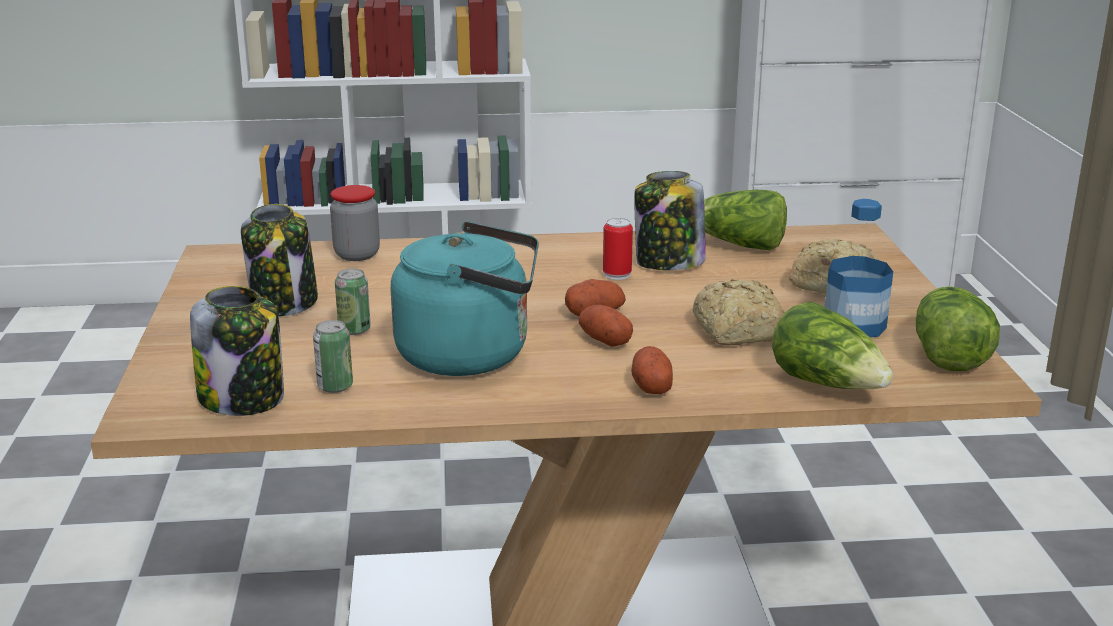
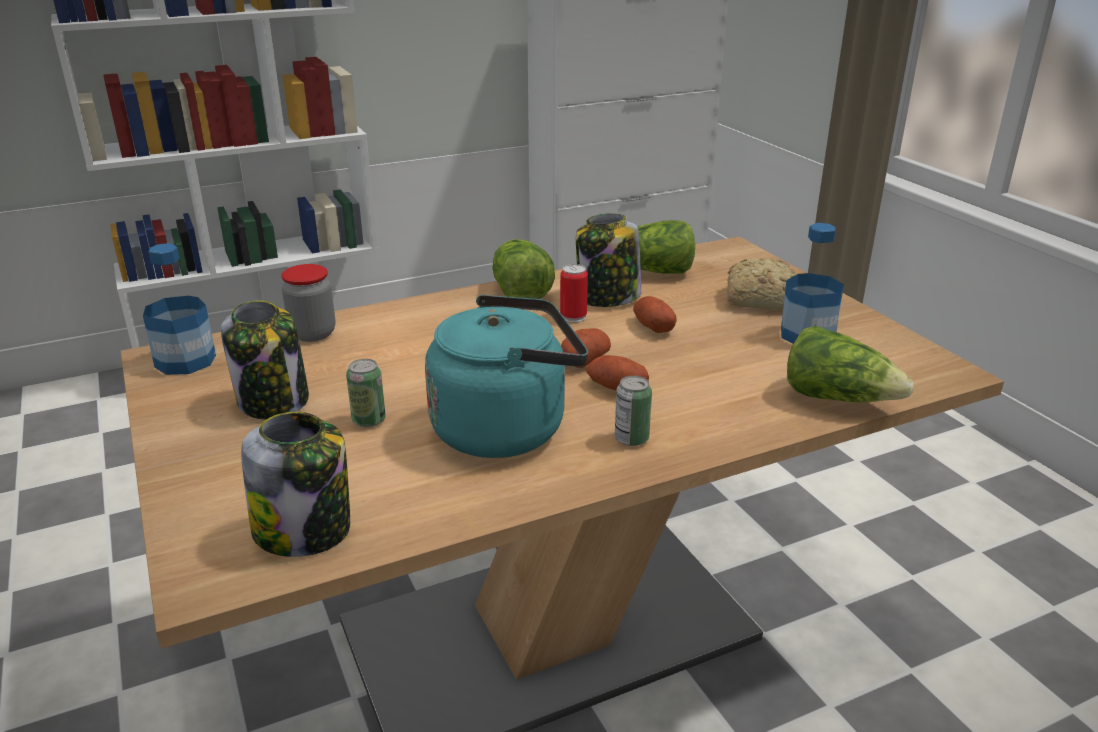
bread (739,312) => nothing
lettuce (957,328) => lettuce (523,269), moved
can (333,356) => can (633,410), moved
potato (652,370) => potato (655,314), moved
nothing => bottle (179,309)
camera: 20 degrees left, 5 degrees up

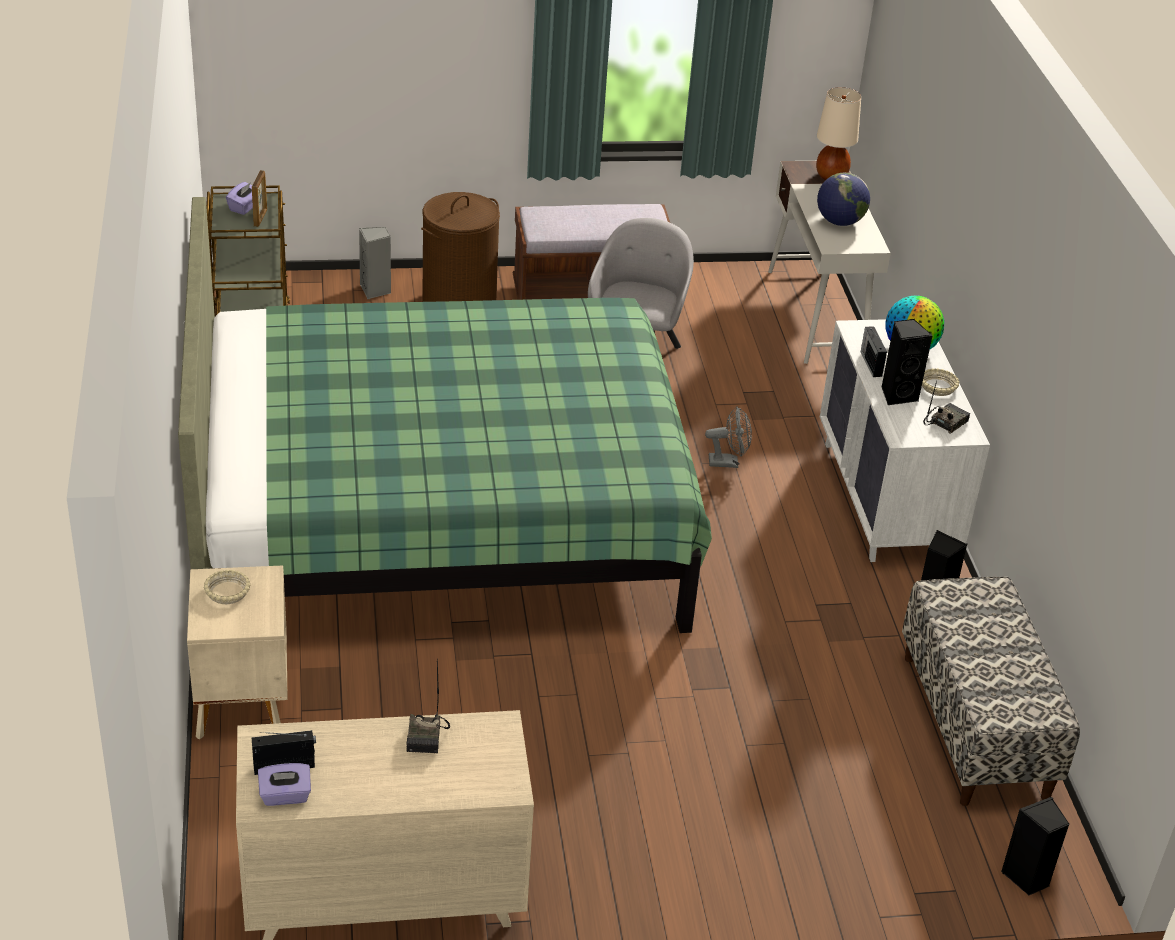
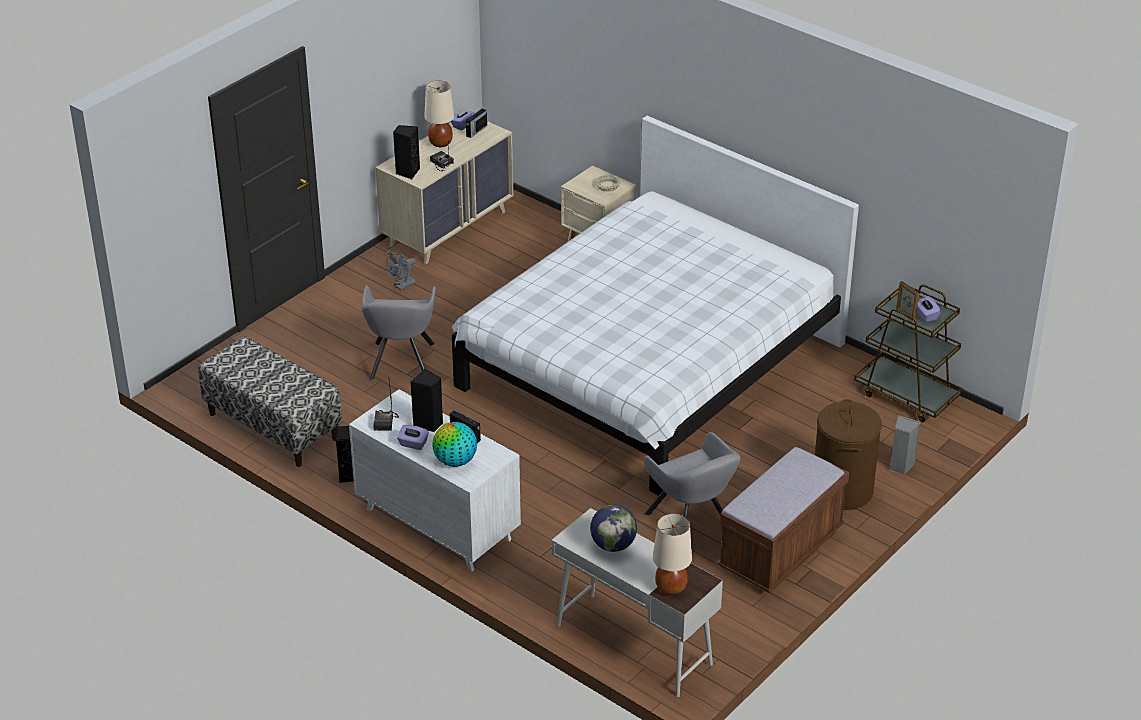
bed (green) (445,415) => bed (white) (655,306)
bowl (beige) (941,382) => tissue box (purple) (413,437)
fan (grey) (728,437) => fan (grey) (401,269), moved
speaker (black) (1035,845) => speaker (black) (406,152), moved
nothing => table lamp (beige) (439,114)
nothing => armchair (grey) (398,332)
camera: 140 degrees right, 0 degrees up

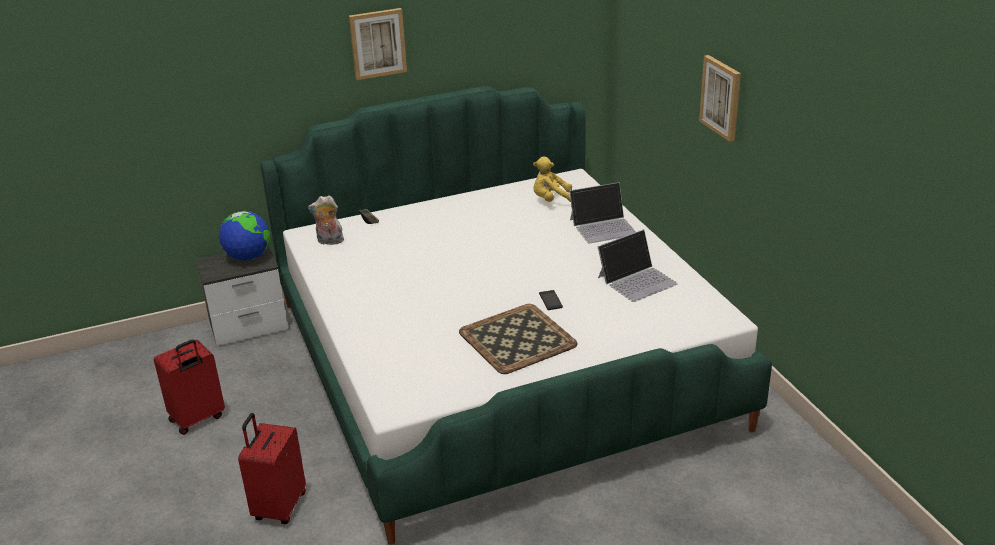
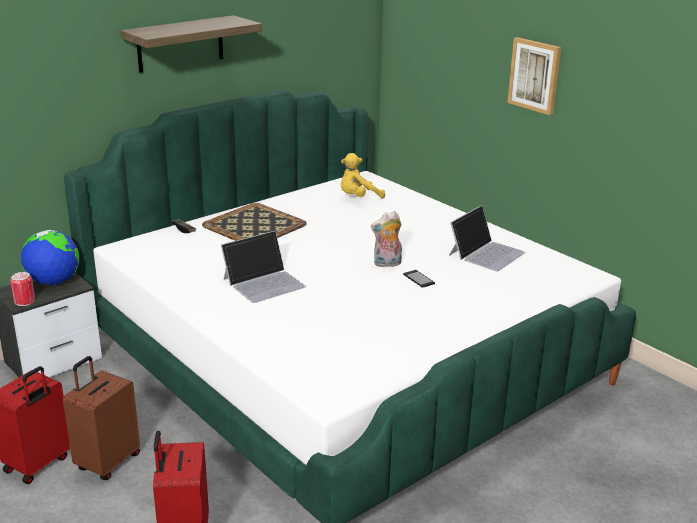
picture (378,44) => shelf (191,44)
laptop (602,212) => laptop (263,267), moved
plush toy (326,220) => plush toy (386,239), moved
tray (518,339) => tray (254,222), moved
nothing => can (22,289)
nothing => suitcase (brown) (101,418)
camera: 20 degrees left, 5 degrees down

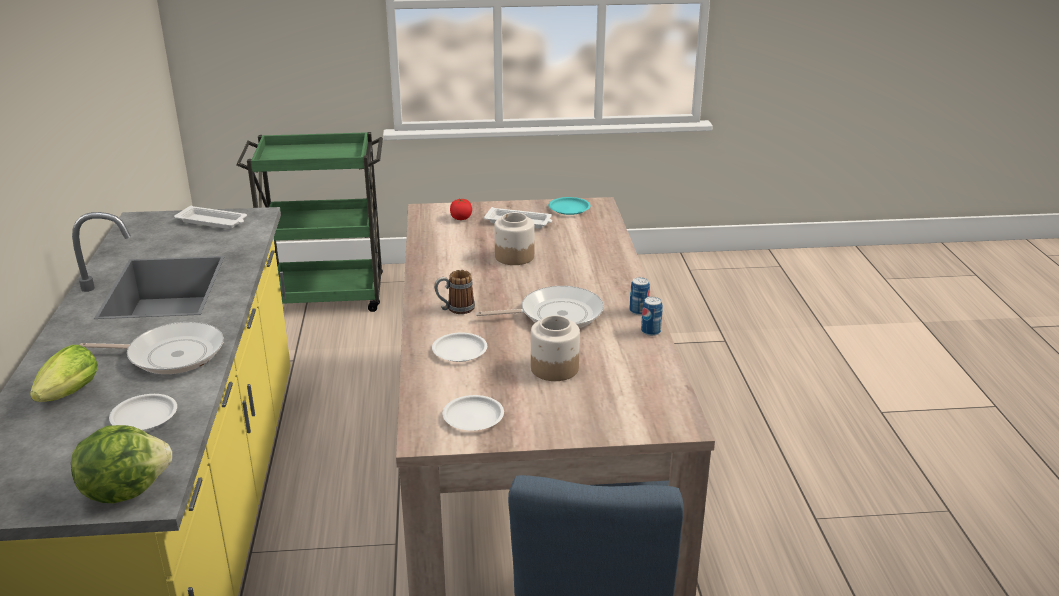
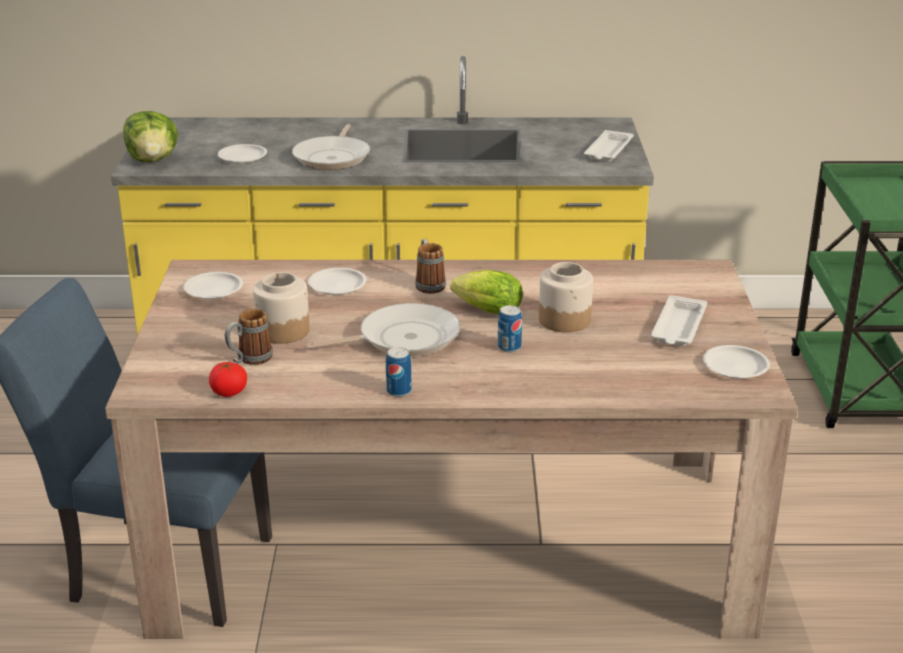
plate (turquoise) (570,206) => plate (white) (736,362)
tomato (461,209) => tomato (228,379), moved
frying pan (540,307) => frying pan (384,329), 105 degrees counterclockwise
can (652,316) => can (510,328), moved
lettuce (64,373) => lettuce (486,292), moved
nothing => mug (249,337)
camera: 95 degrees right, 0 degrees up

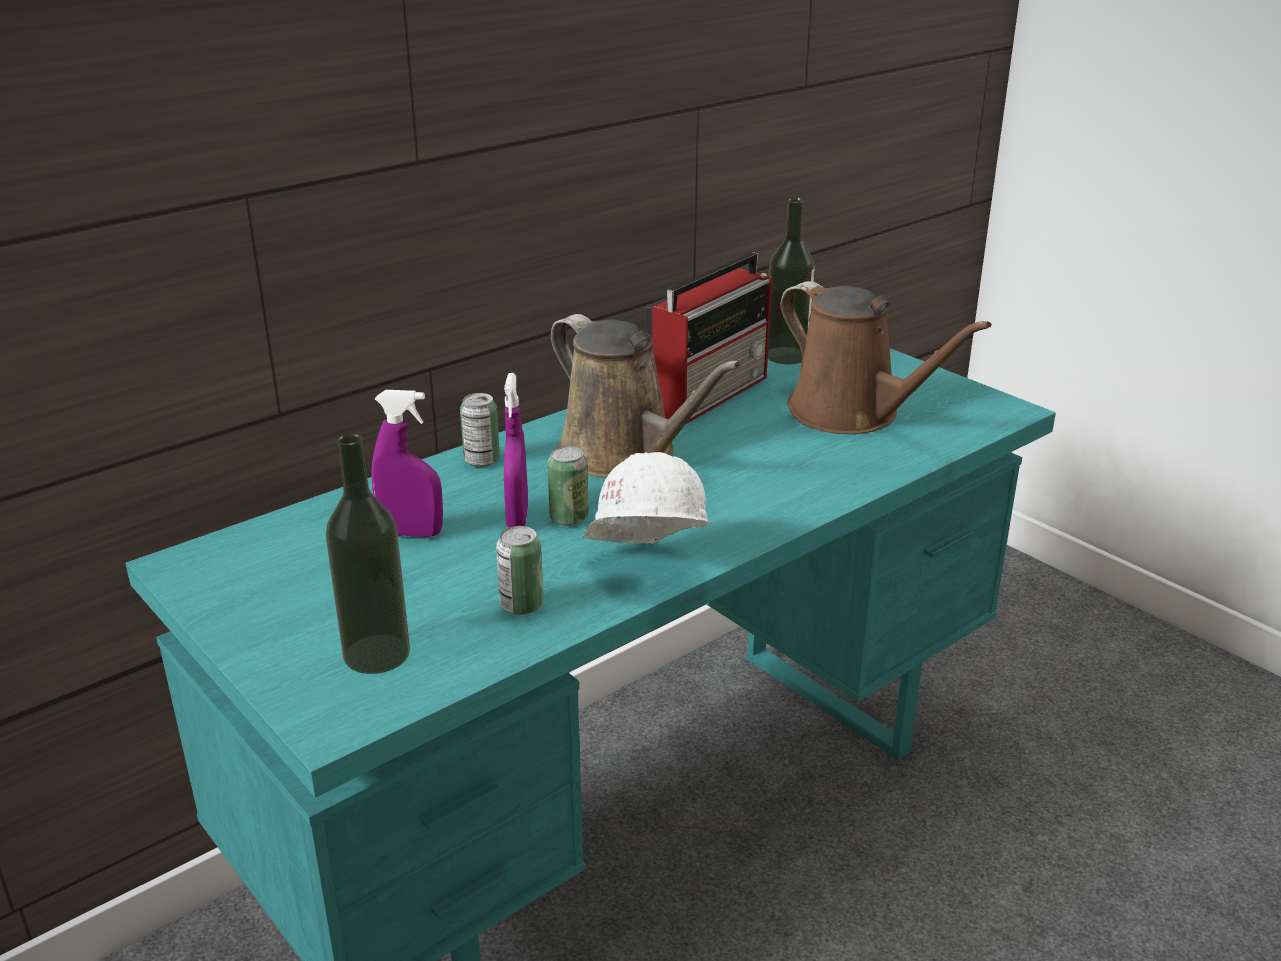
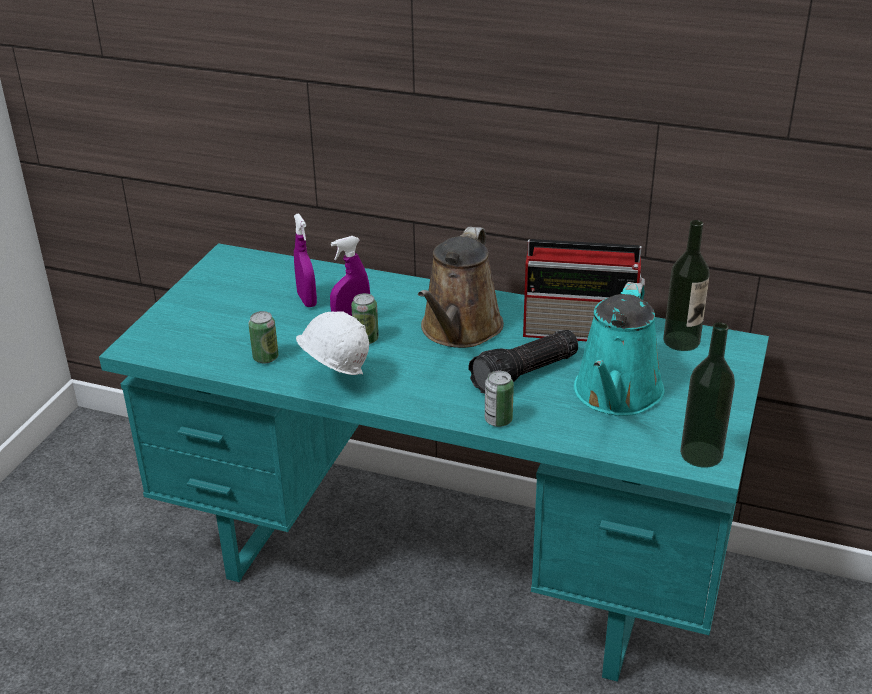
watering can (brown) (886,357) => watering can (turquoise) (619,349)
can (480,430) => can (499,399), moved
bottle (368,554) => bottle (707,395), moved
nothing => flashlight (523,362)
camera: 60 degrees right, 5 degrees up

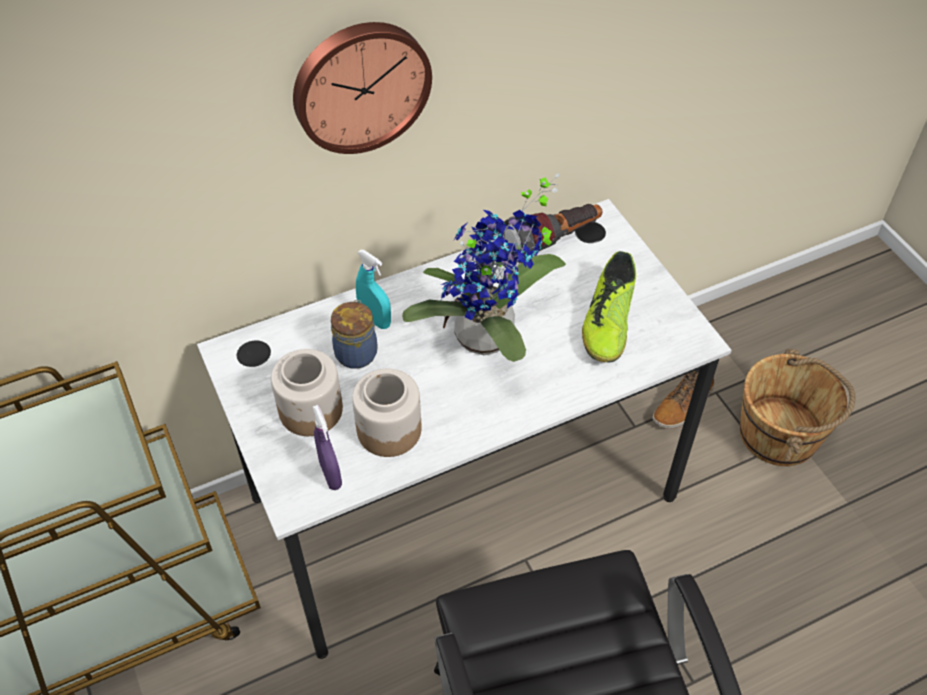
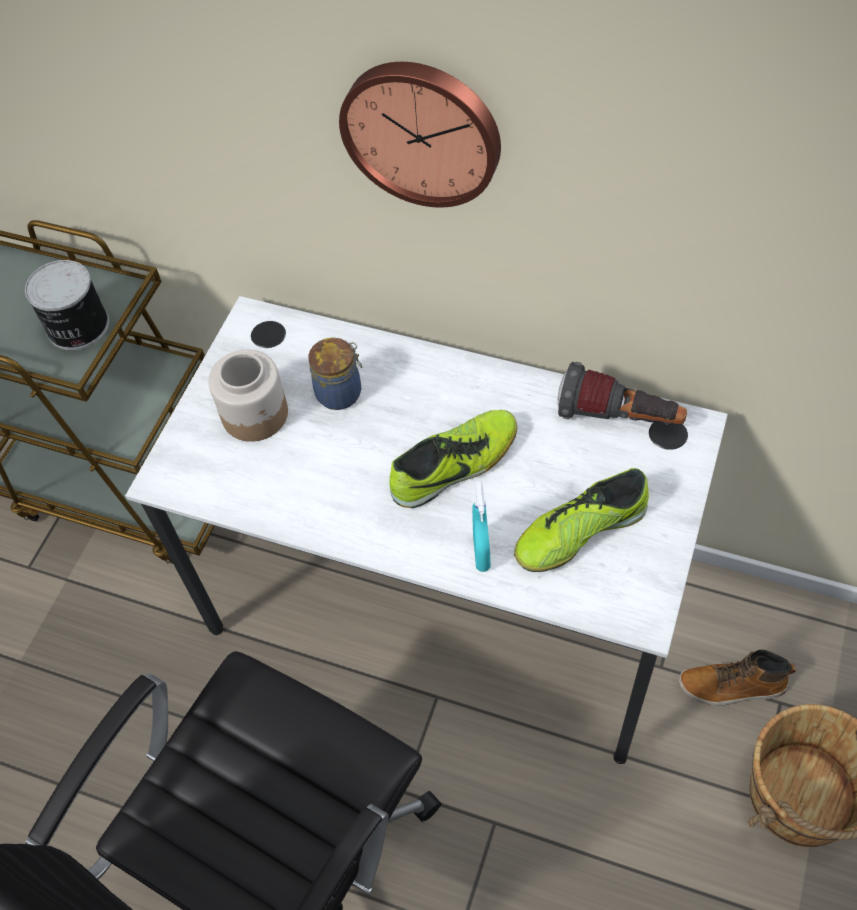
potted plant (484,267) => shoe (453,459)
spray bottle (turquoise) (373,289) => spray bottle (turquoise) (481,526), moved
jar (387,413) => nothing
spray bottle (purple) (327,447) => nothing
nothing => can (67,305)
camera: 50 degrees right, 5 degrees up

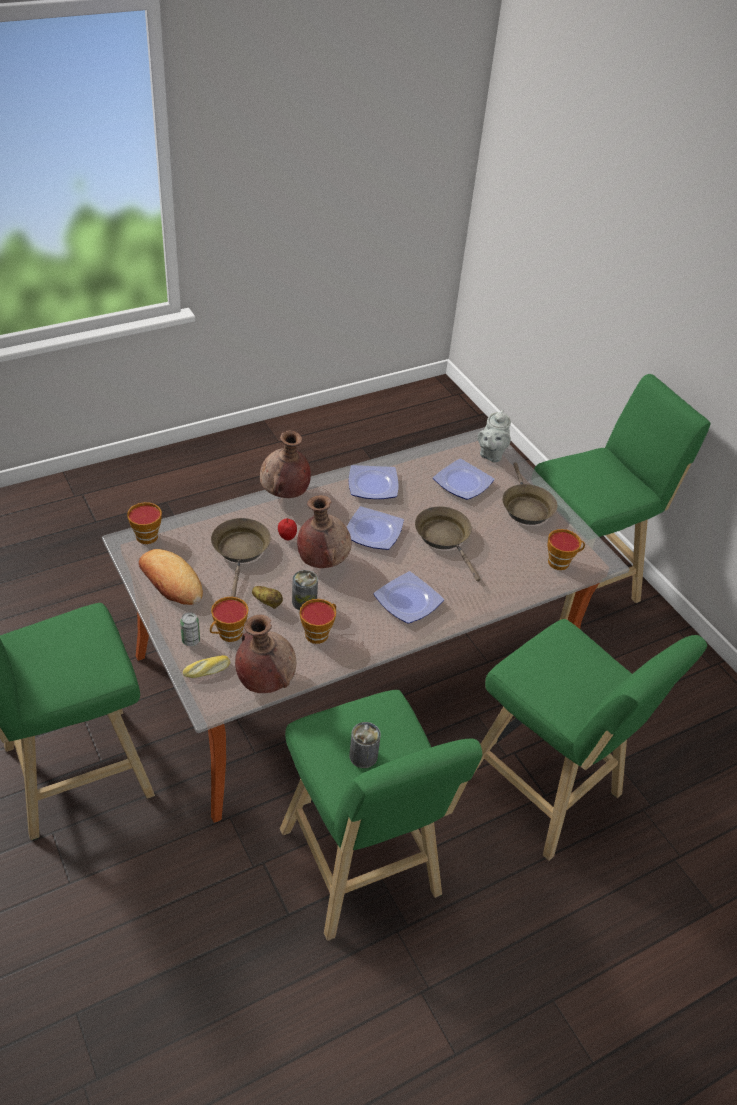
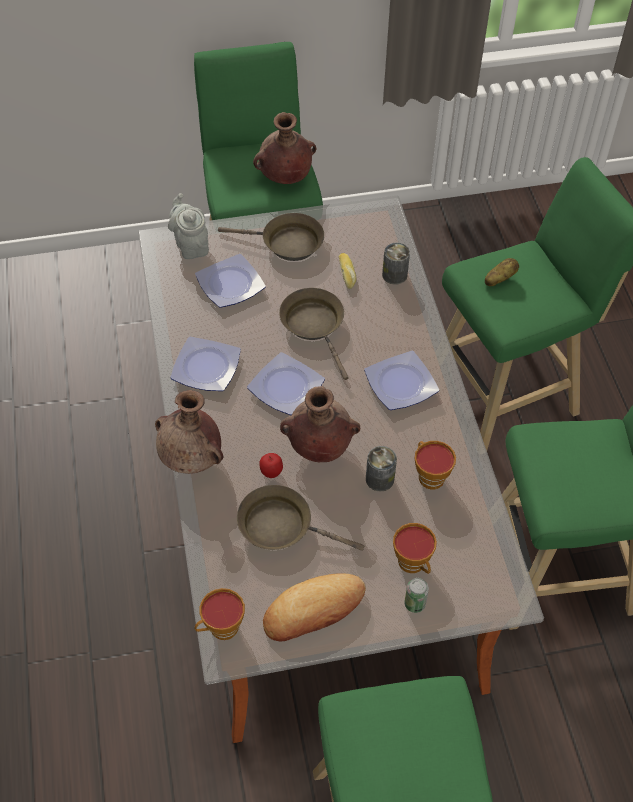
teapot (grey) (494,436) => teapot (grey) (188,226), 150 degrees counterclockwise
frying pan (brown) (448,544) => frying pan (brown) (314,334), 75 degrees clockwise
cup (566,549) => nothing
potato (267,597) => potato (502,272), moved
vase (brown) (265,654) => vase (brown) (284,148), moved
bread (207,666) => bread (347,271), moved
can (365,745) => can (396,264), moved
camera: 70 degrees left, 10 degrees up

